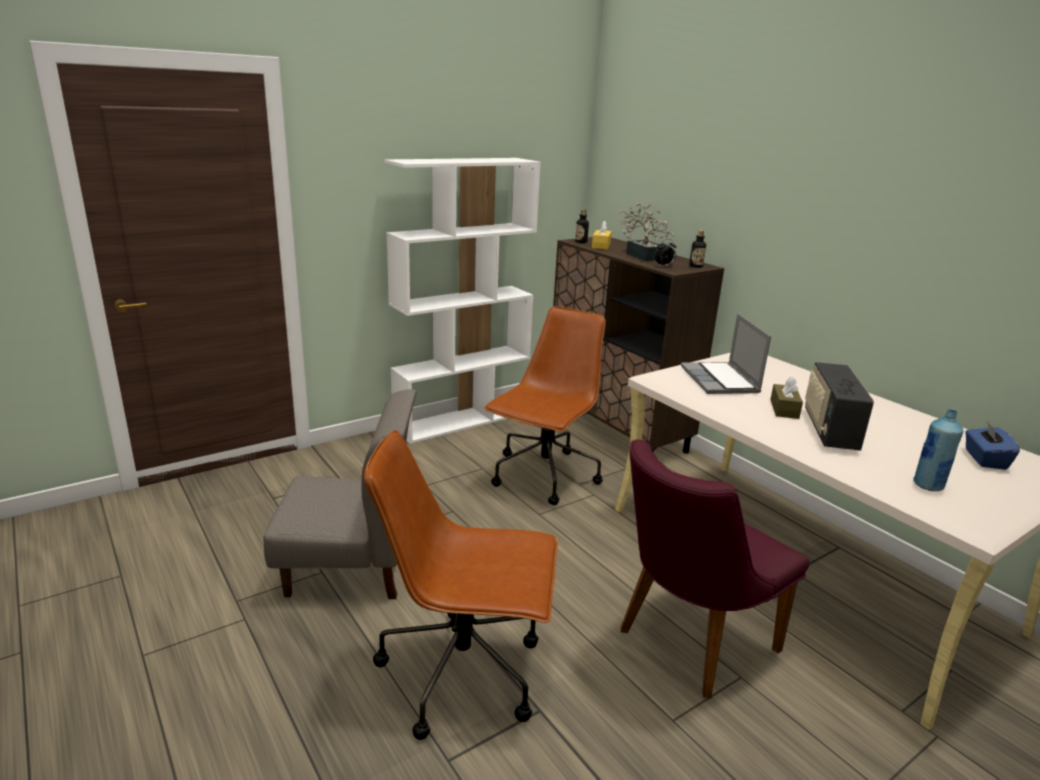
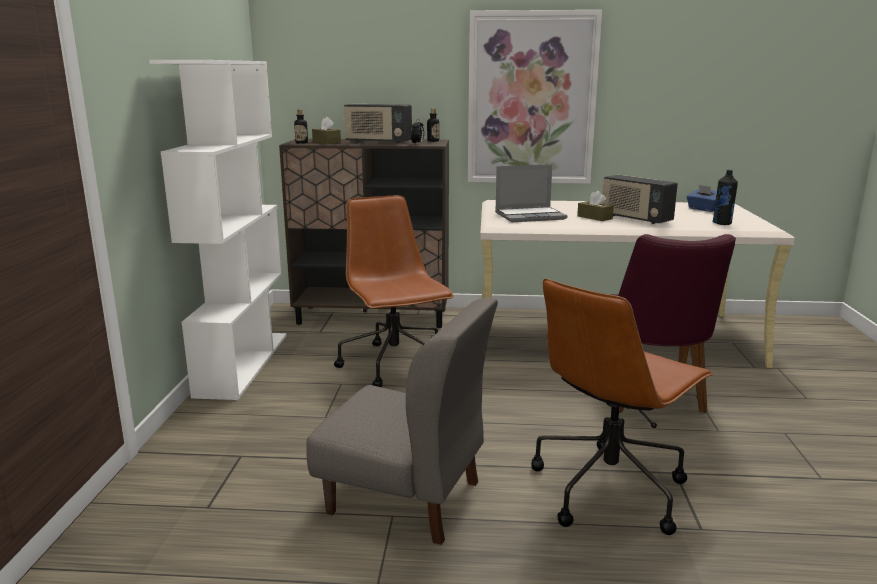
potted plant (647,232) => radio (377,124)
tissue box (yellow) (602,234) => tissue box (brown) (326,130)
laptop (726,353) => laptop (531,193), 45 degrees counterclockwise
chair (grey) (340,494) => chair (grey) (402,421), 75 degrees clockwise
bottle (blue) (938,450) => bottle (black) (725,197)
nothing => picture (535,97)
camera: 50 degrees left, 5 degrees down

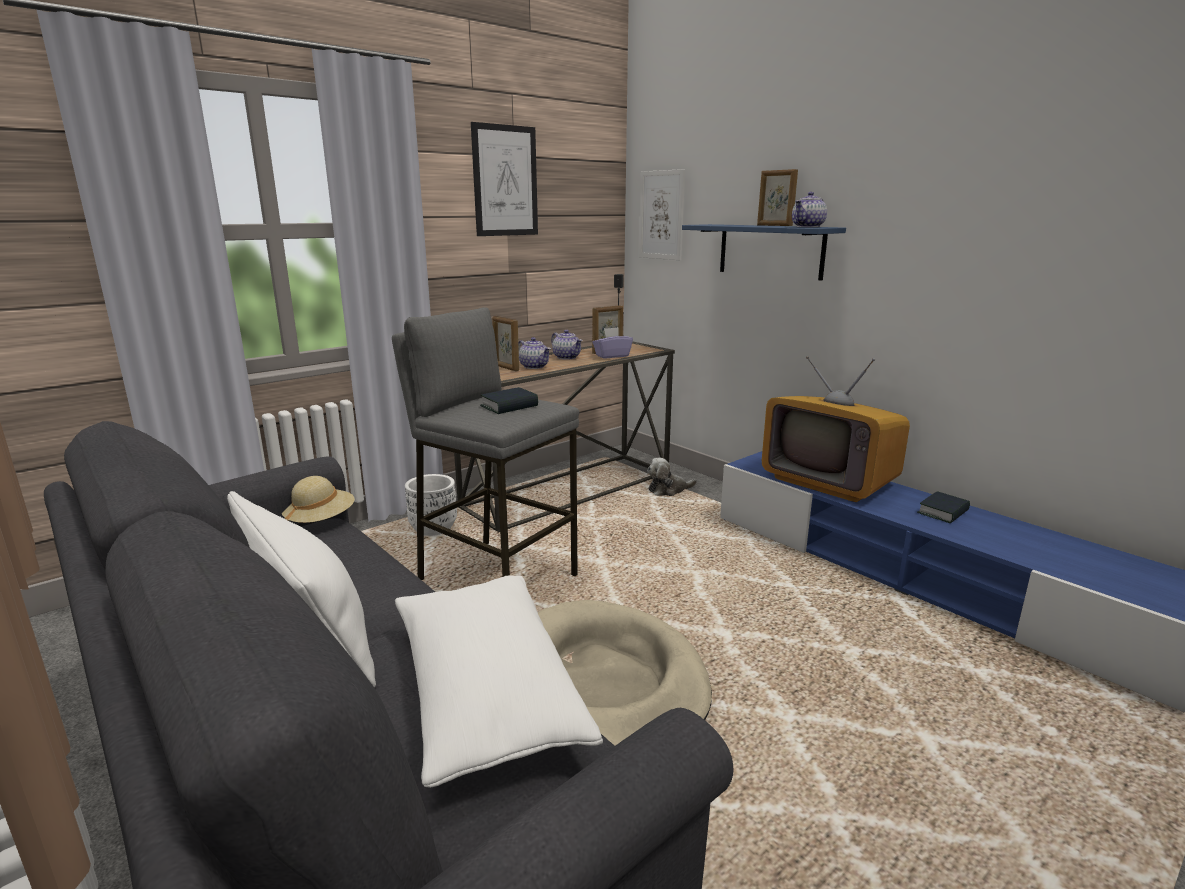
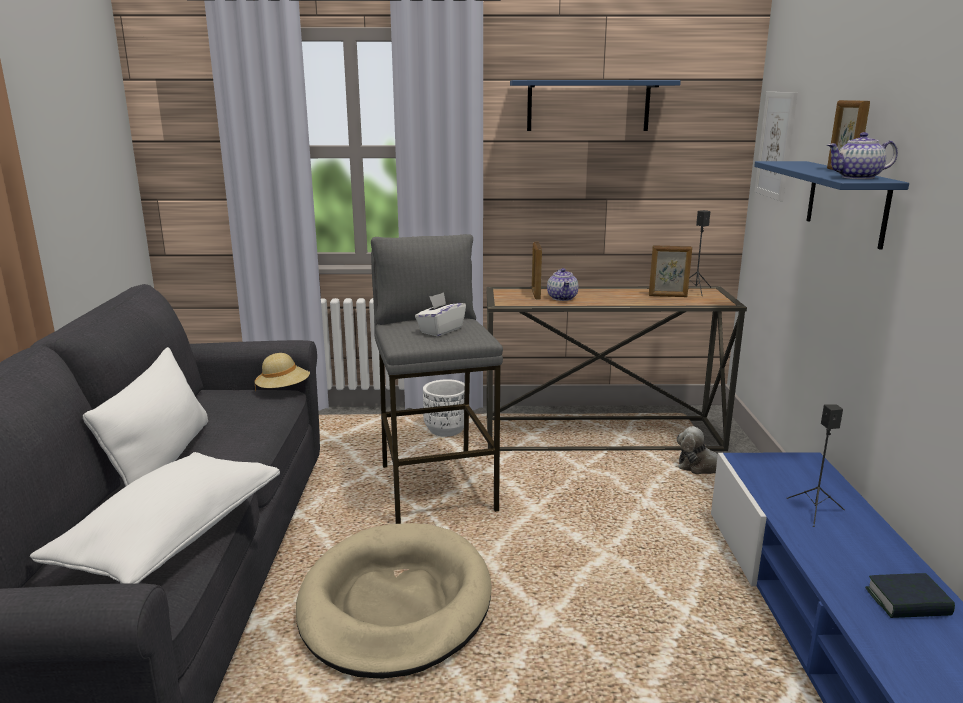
picture (504,179) => shelf (blue) (595,105)
tissue box (purple) (612,342) => nothing
teapot (566,345) => nothing
television (836,429) => speaker (black) (815,466)
book (509,400) => tissue box (white) (440,314)
camera: 40 degrees right, 0 degrees up

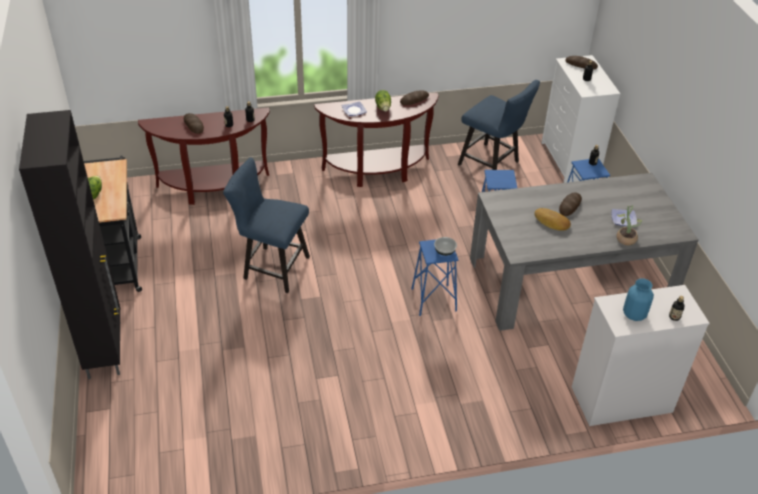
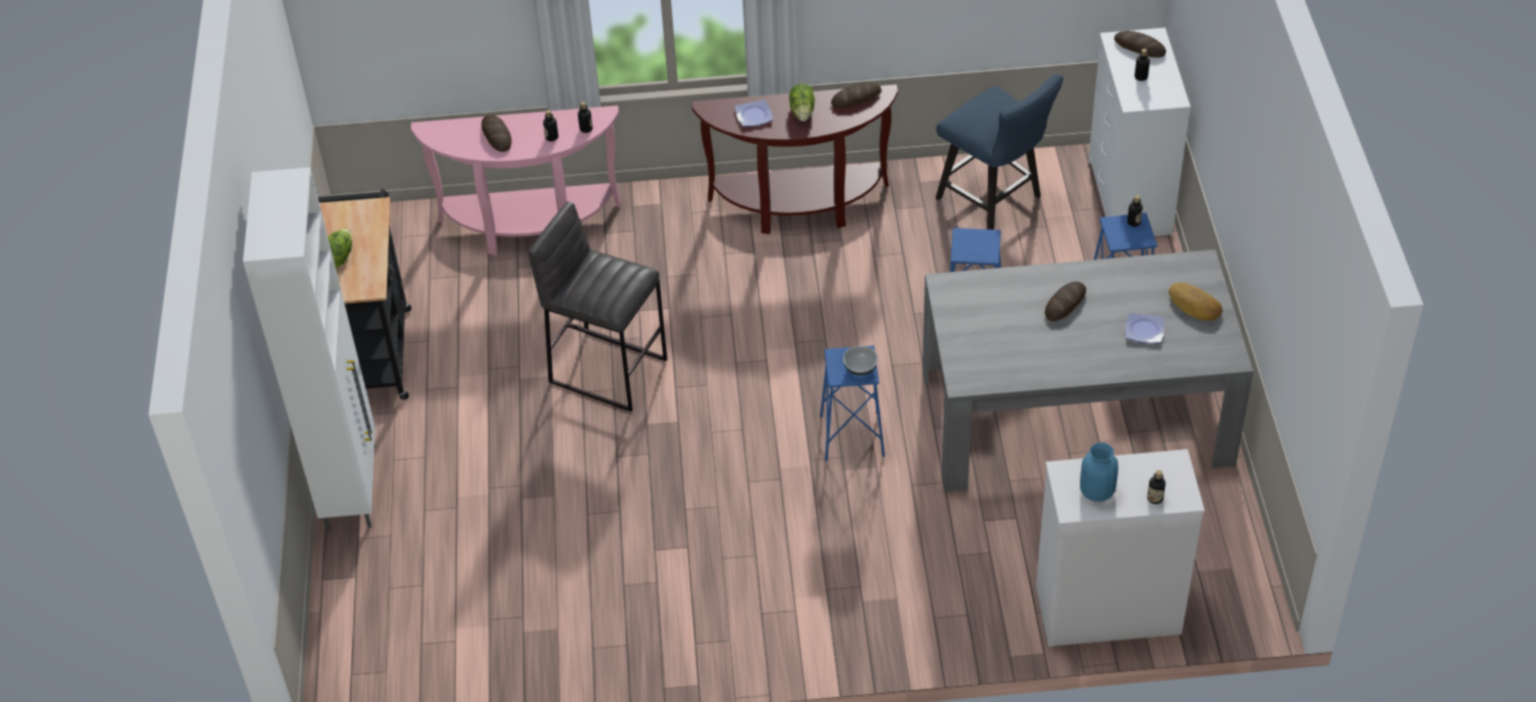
console table (brown) (204,156) => console table (pink) (516,180)
cabinet (black) (69,244) => cabinet (white) (309,349)
chair (blue) (266,225) => stool (grey) (597,306)
potted plant (629,225) => nothing
bread (552,219) => bread (1196,301), moved
camera: 10 degrees right, 5 degrees up

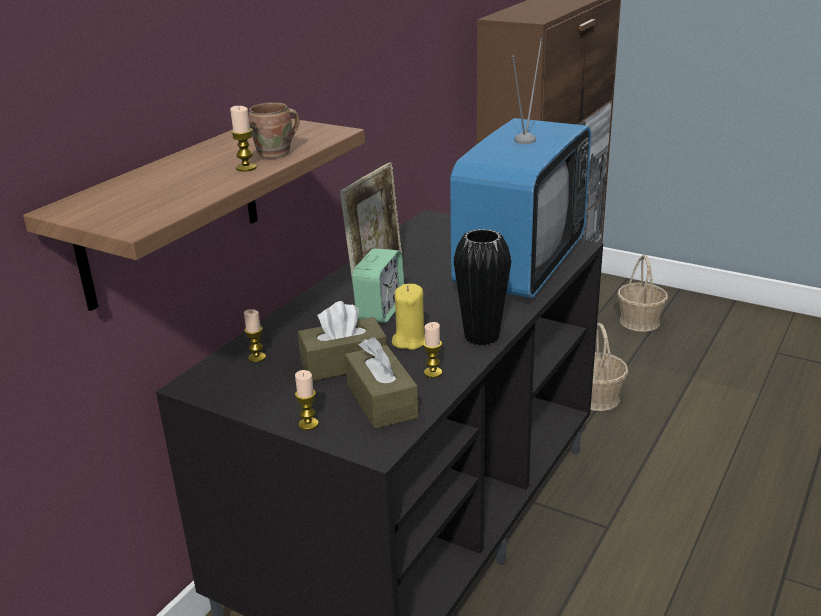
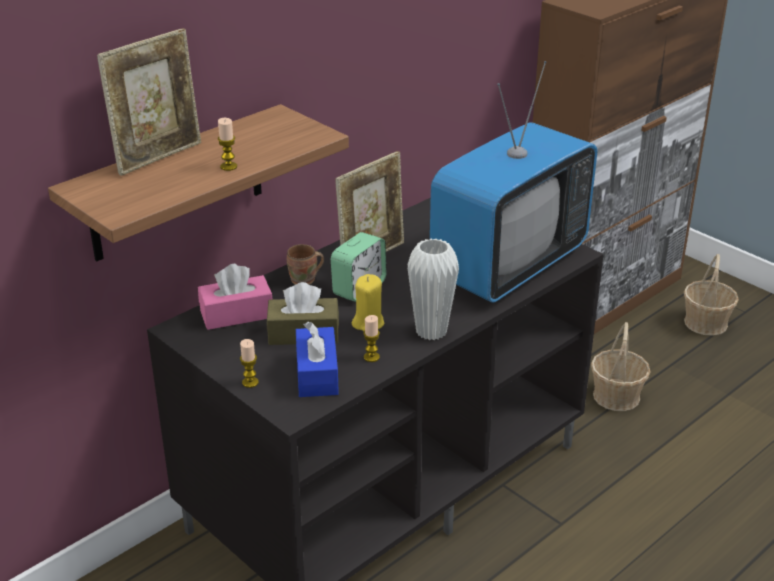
mug (brown) (274,130) => mug (brown) (305,264), moved
vase (black) (482,287) => vase (white) (433,289)
candle (255,336) => tissue box (pink) (235,296)
tissue box (brown) (382,383) => tissue box (blue) (317,359)
nothing => picture frame (149,102)
camera: 15 degrees right, 5 degrees up

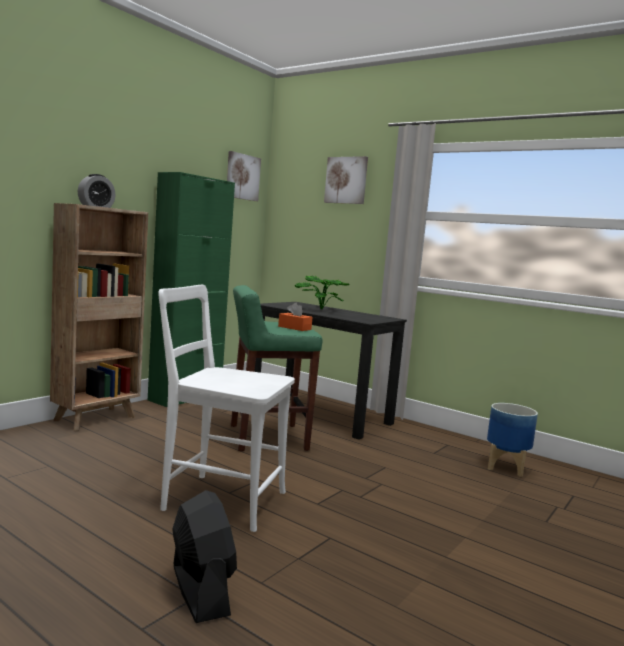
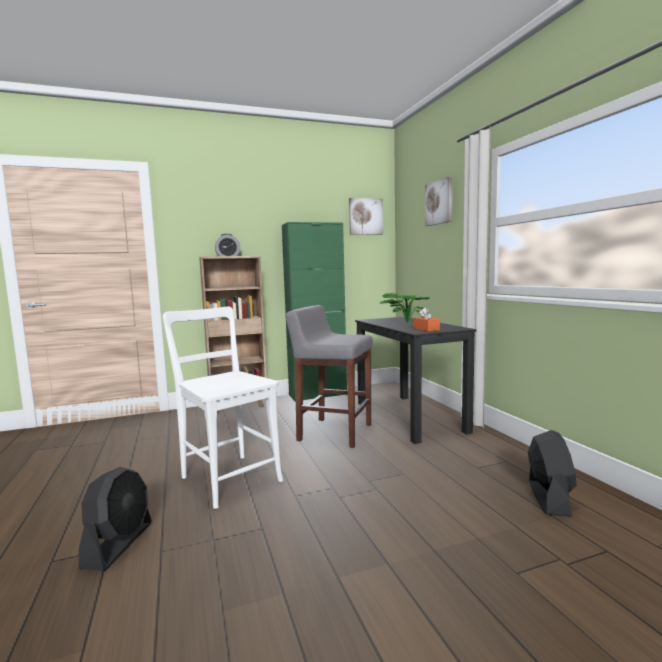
stool (green) (277,368) => stool (grey) (329,376)
tissue box (orange) (295,317) => tissue box (orange) (427,319), moved
planter (512,440) => fan (black) (552,473)
camera: 35 degrees right, 0 degrees up

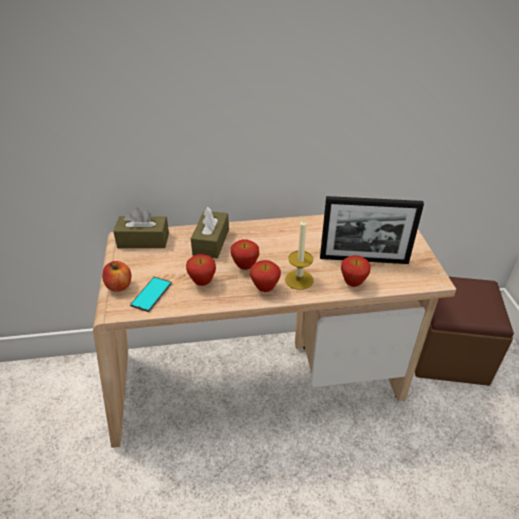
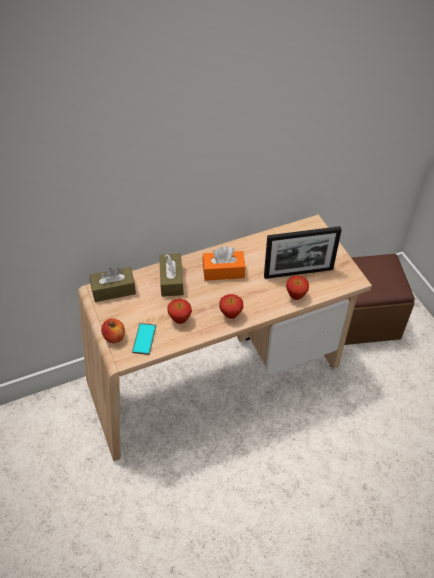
candle (299,254) => nothing
apple (245,254) => nothing
nothing => tissue box (orange) (223,263)
camera: 15 degrees left, 10 degrees up

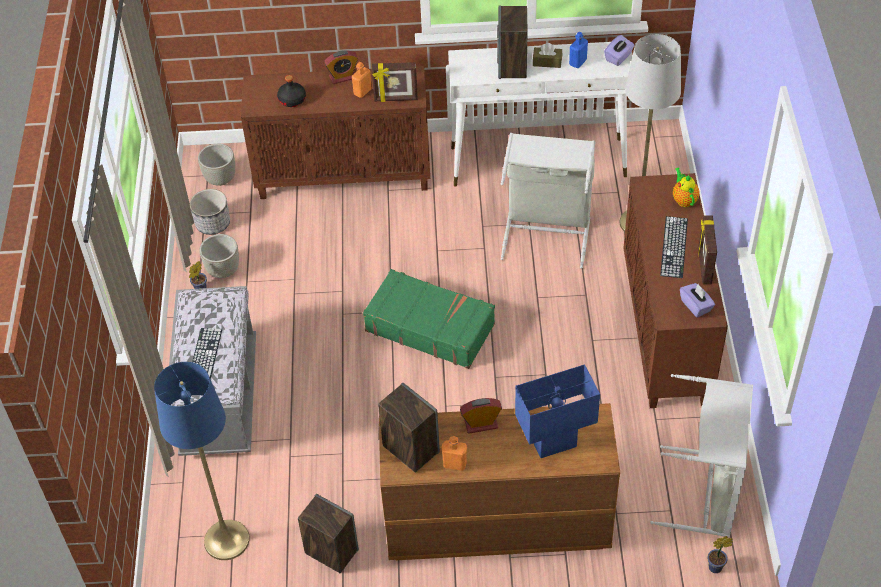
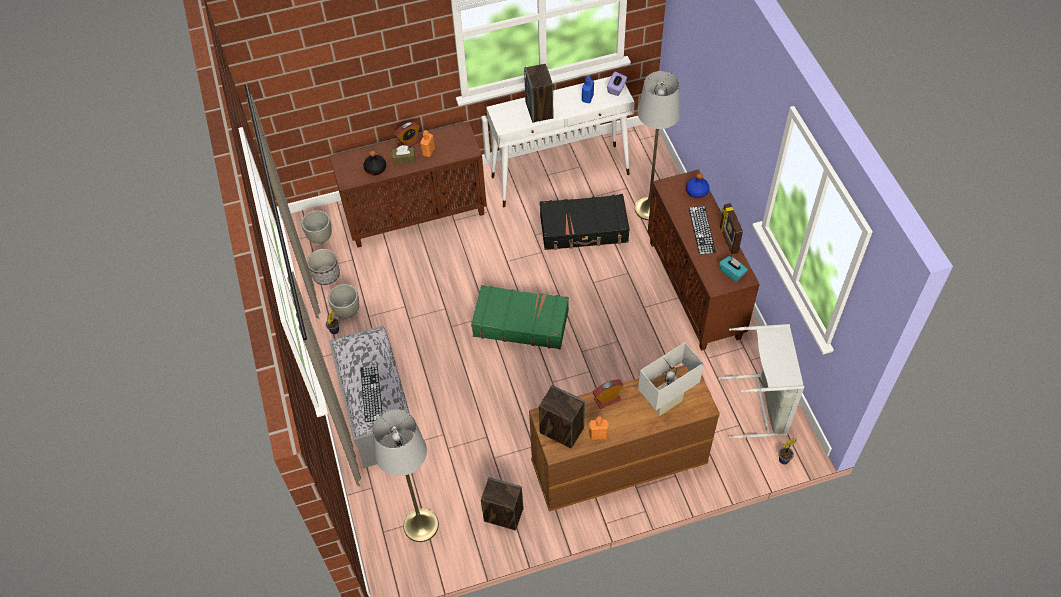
tissue box (brown) (547,55) => tissue box (brown) (404,155), moved
picture frame (395,82) => nothing
laundry basket (grey) (548,201) => suitcase (black) (585,222)
teapot (686,187) => bottle (blue) (698,185)
tissue box (purple) (697,300) => tissue box (turquoise) (733,269)
floor lamp (blue) (202,461) => floor lamp (grey) (405,475)
table lamp (blue) (557,411) => table lamp (white) (671,379)
camera: 15 degrees left, 5 degrees up

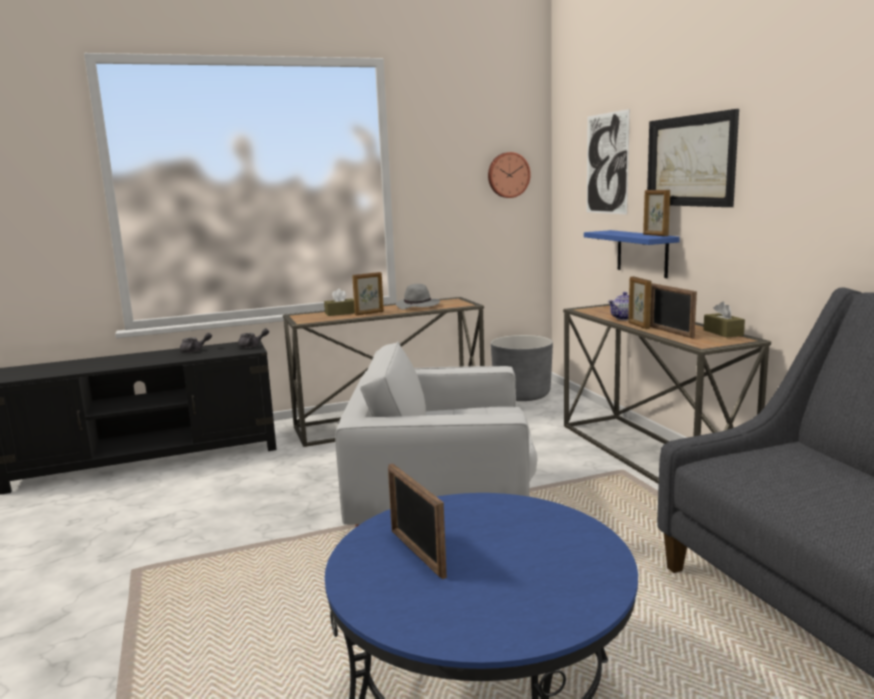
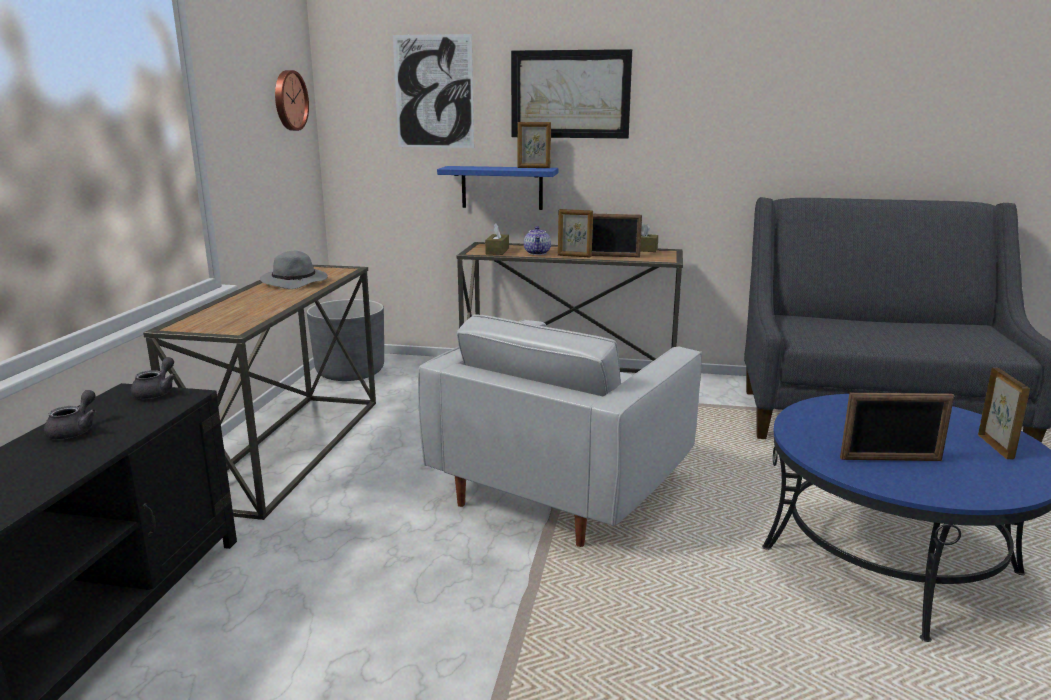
picture frame (368,293) => picture frame (1004,414), moved
tissue box (brown) (339,302) => tissue box (brown) (497,239), moved
camera: 60 degrees left, 5 degrees up

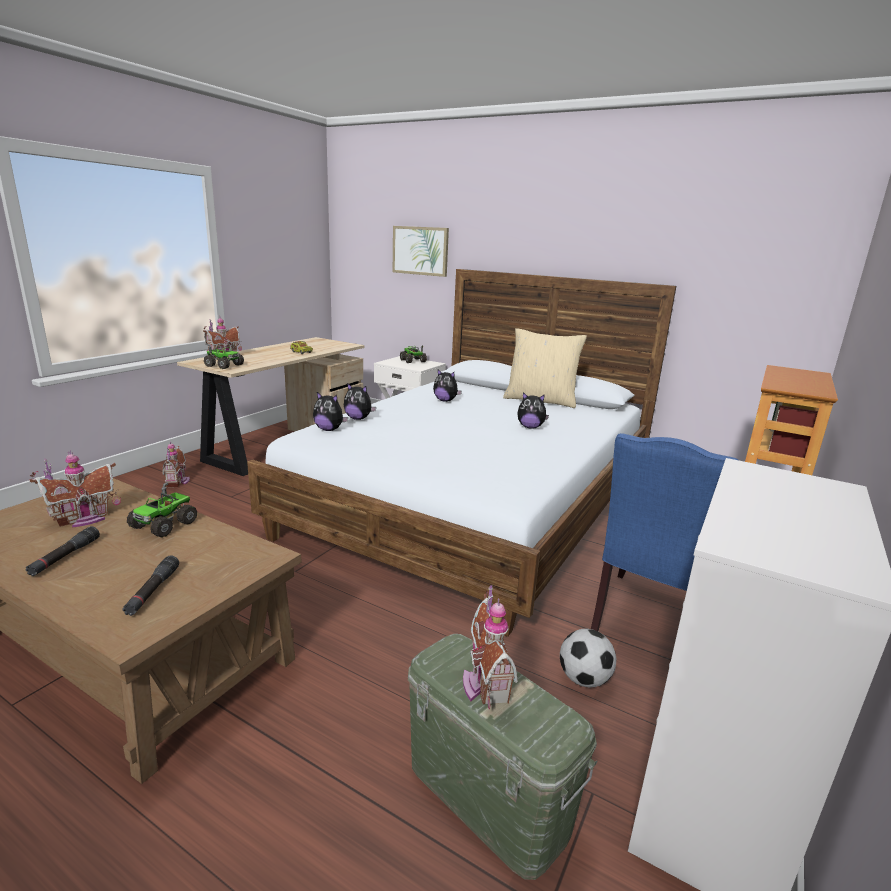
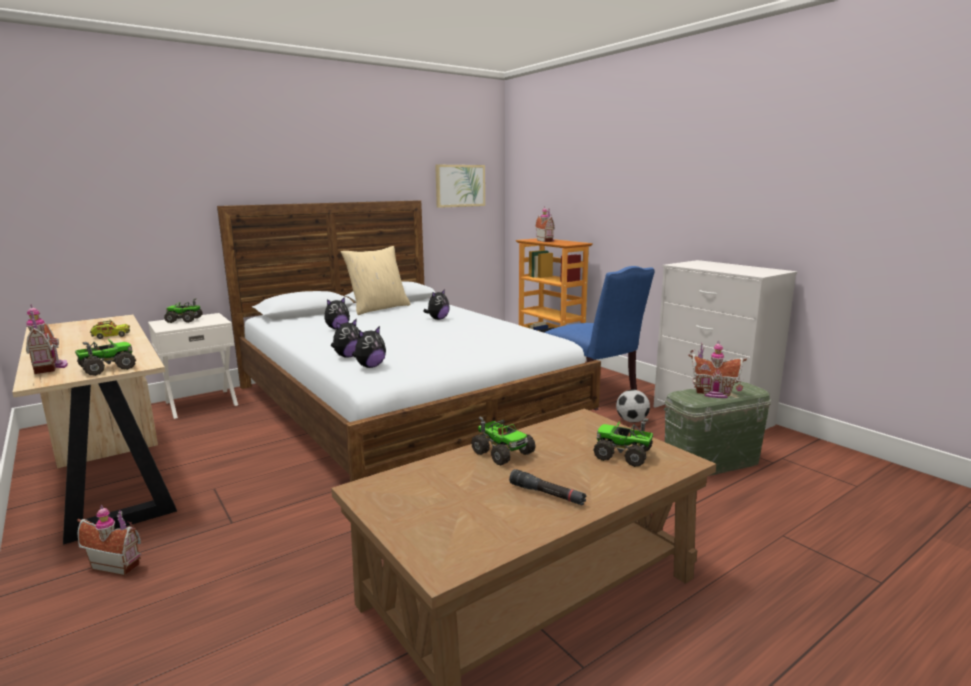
picture (421,251) => picture (460,186), moved
toy house (75,489) => toy house (545,224), moved
flashlight (black) (151,585) => toy truck (623,442)
camera: 65 degrees left, 5 degrees down

